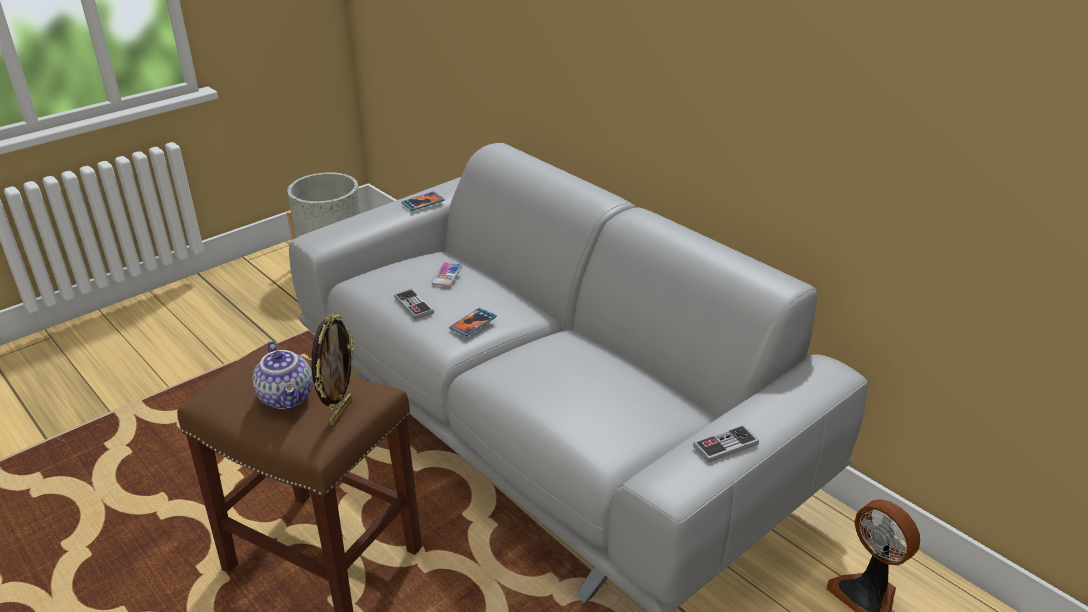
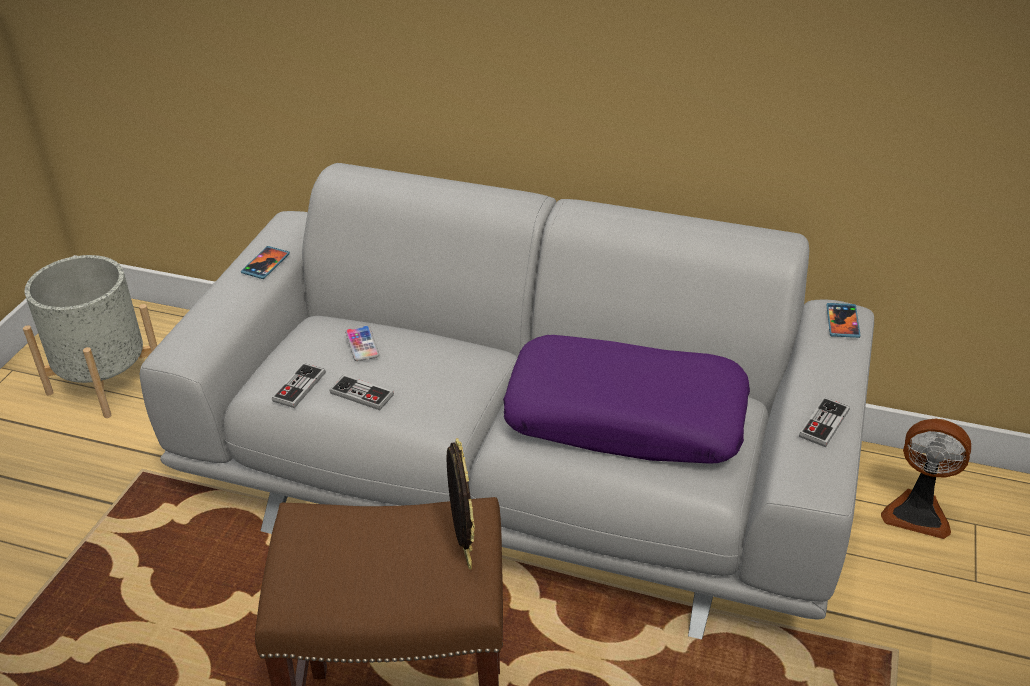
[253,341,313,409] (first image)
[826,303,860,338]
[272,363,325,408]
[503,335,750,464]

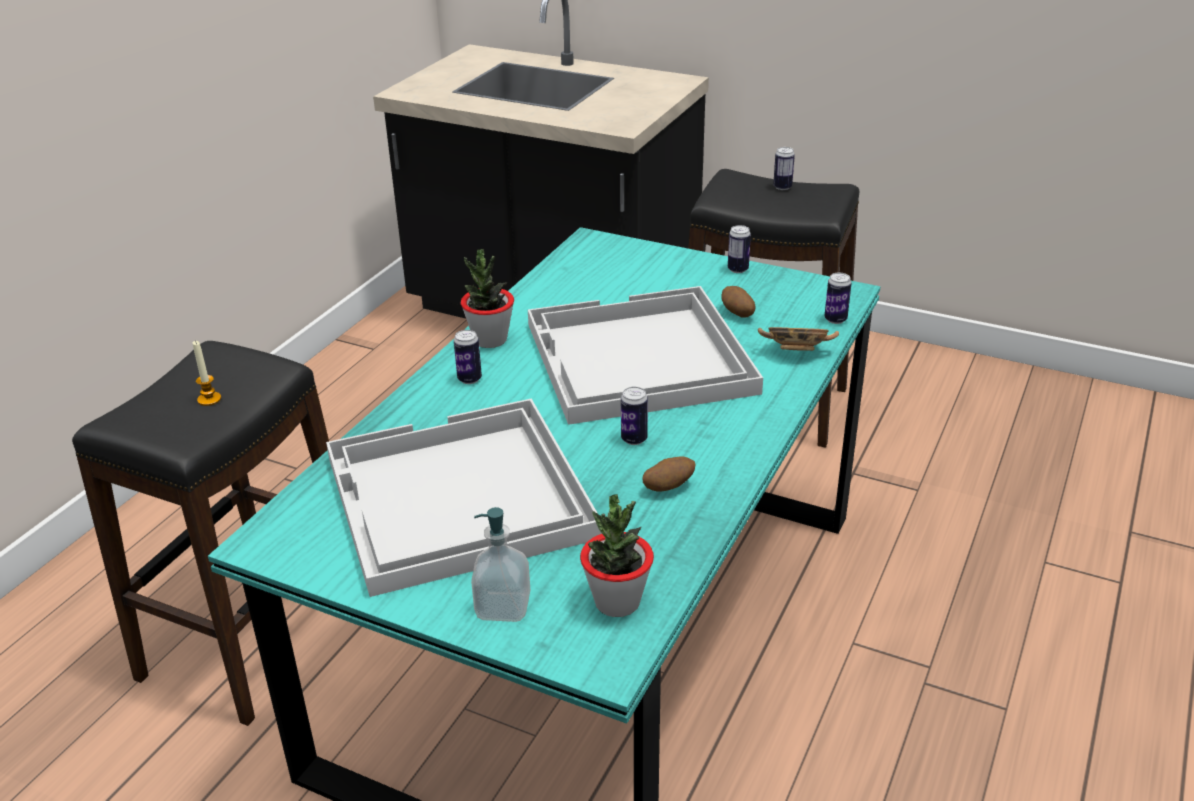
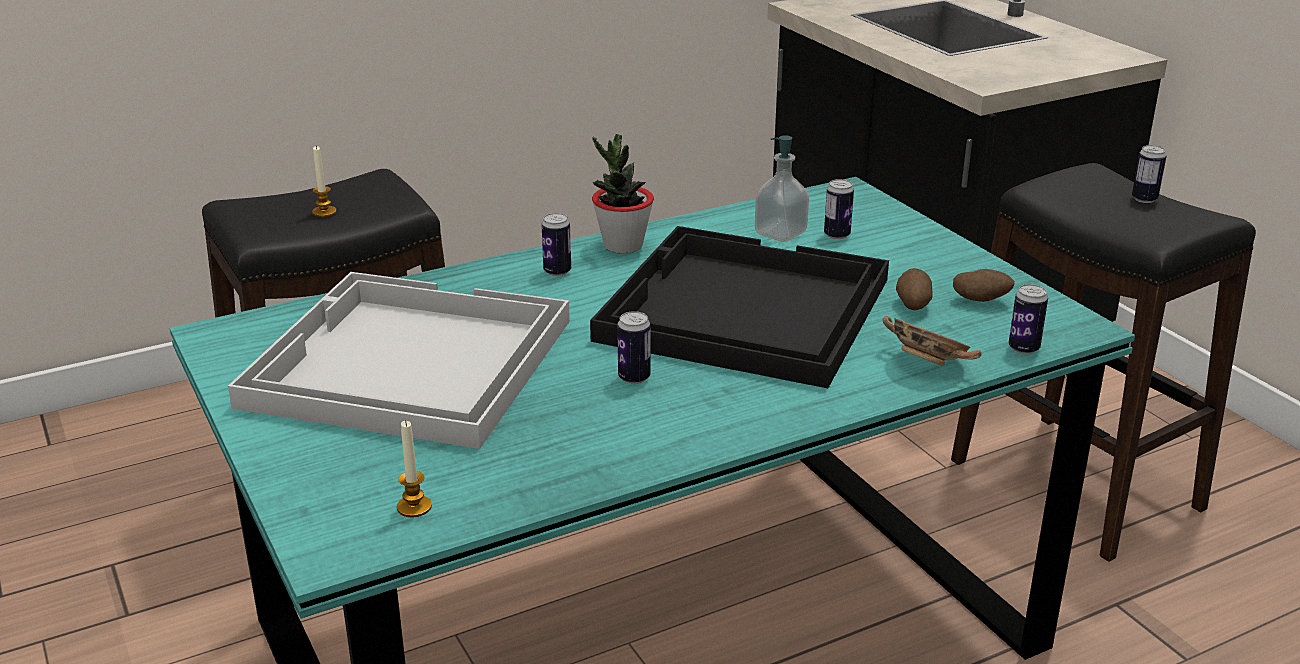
[755,135,809,242]
[590,226,889,388]
[397,420,432,517]
[953,269,1015,302]
[824,179,854,240]

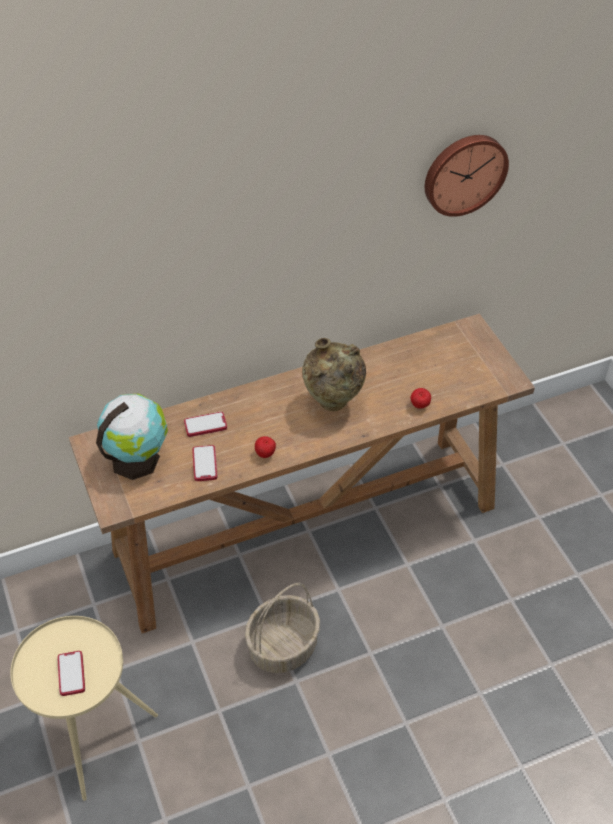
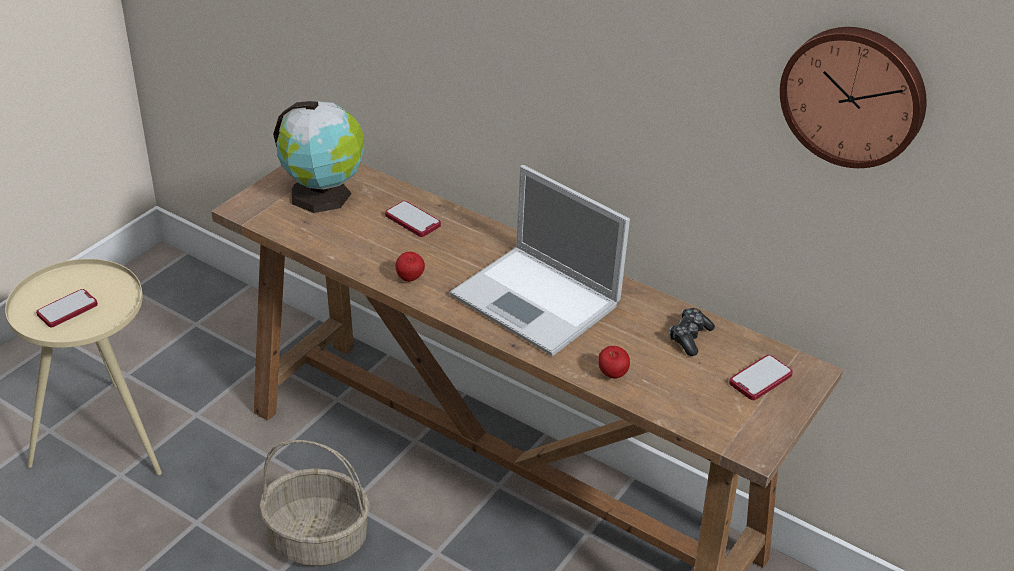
[729,355,793,400]
[450,165,630,356]
[669,308,715,356]

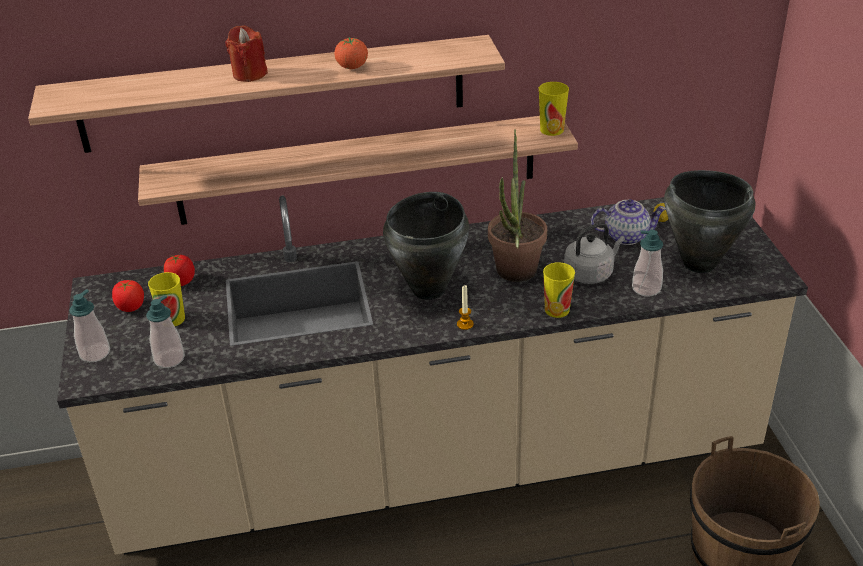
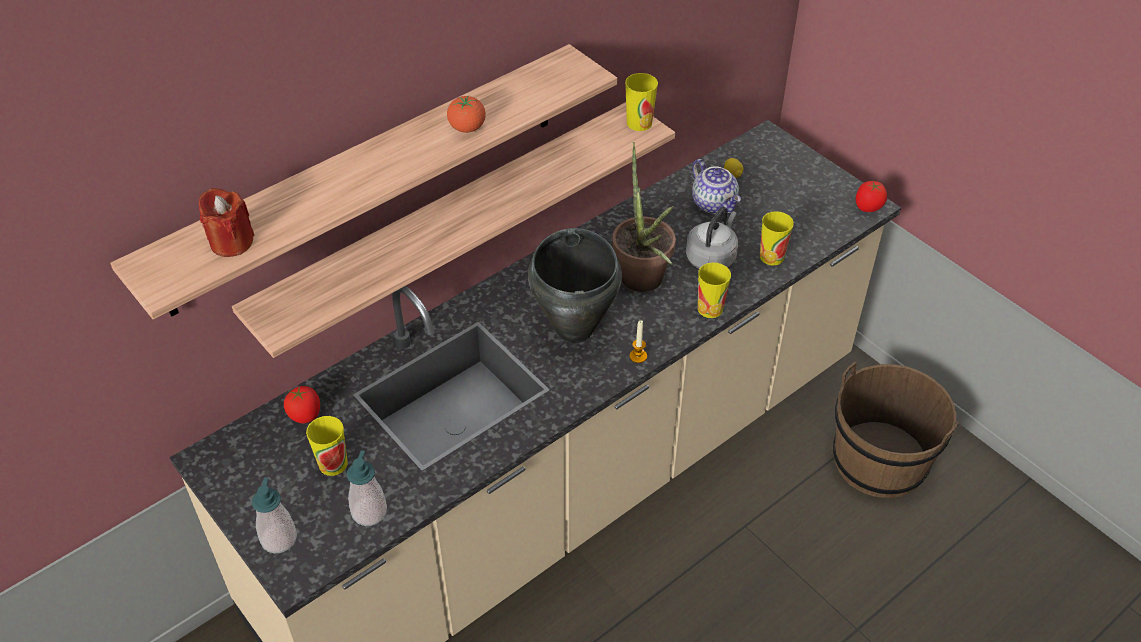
[856,180,887,212]
[199,188,254,257]
[692,159,741,214]
[760,211,794,266]
[664,170,755,273] (first image)

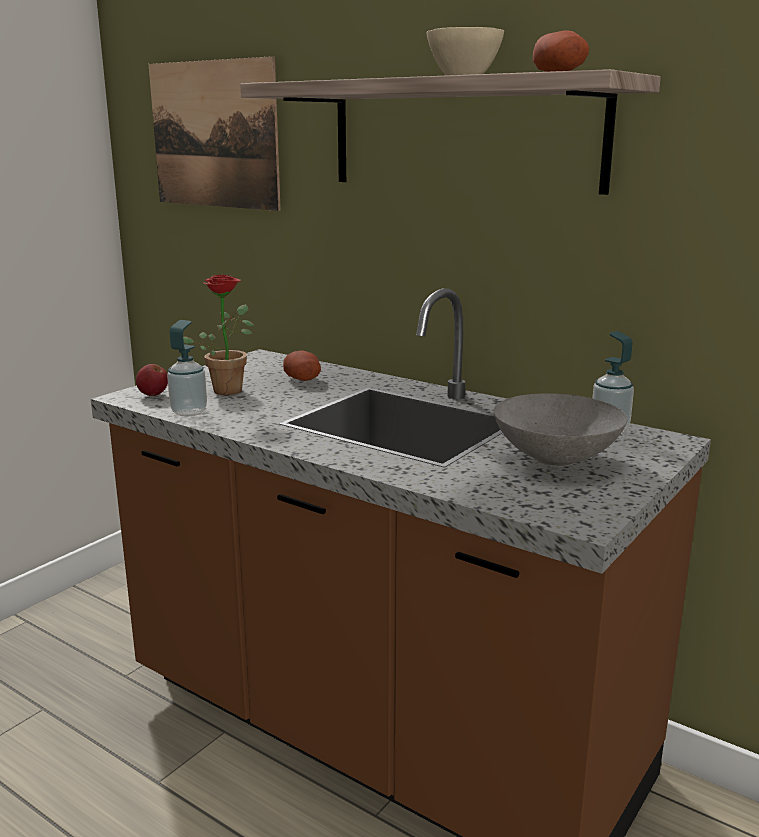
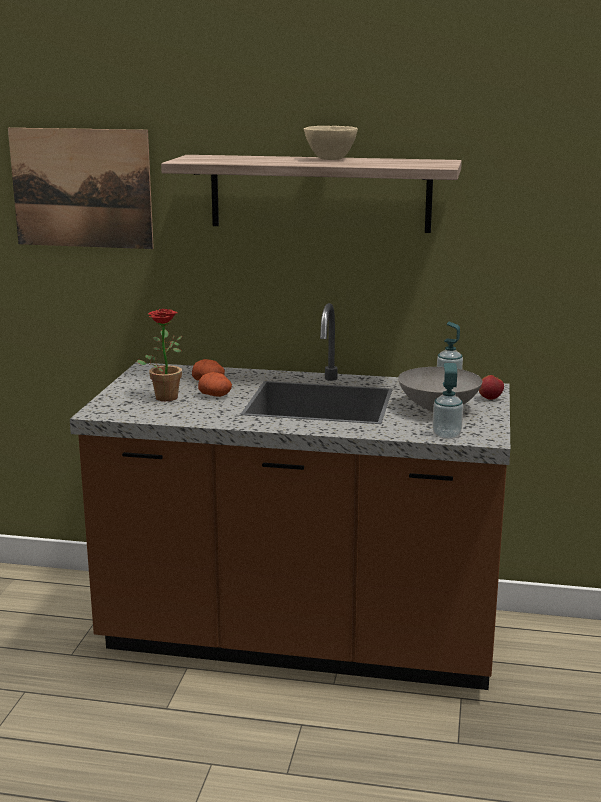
[479,375,504,400]
[432,363,463,439]
[198,372,232,397]

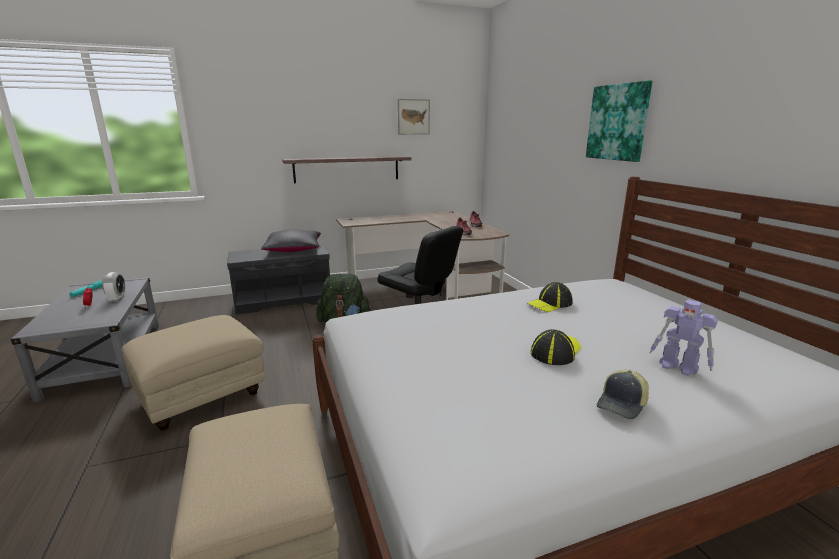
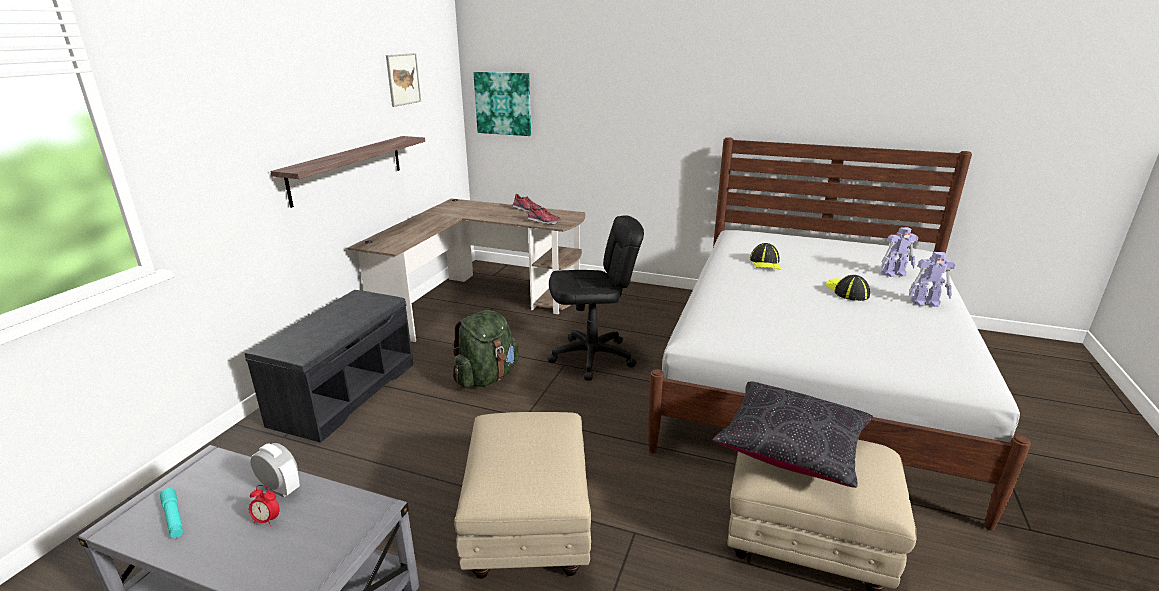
[713,382,873,488]
[473,72,531,136]
[908,252,955,307]

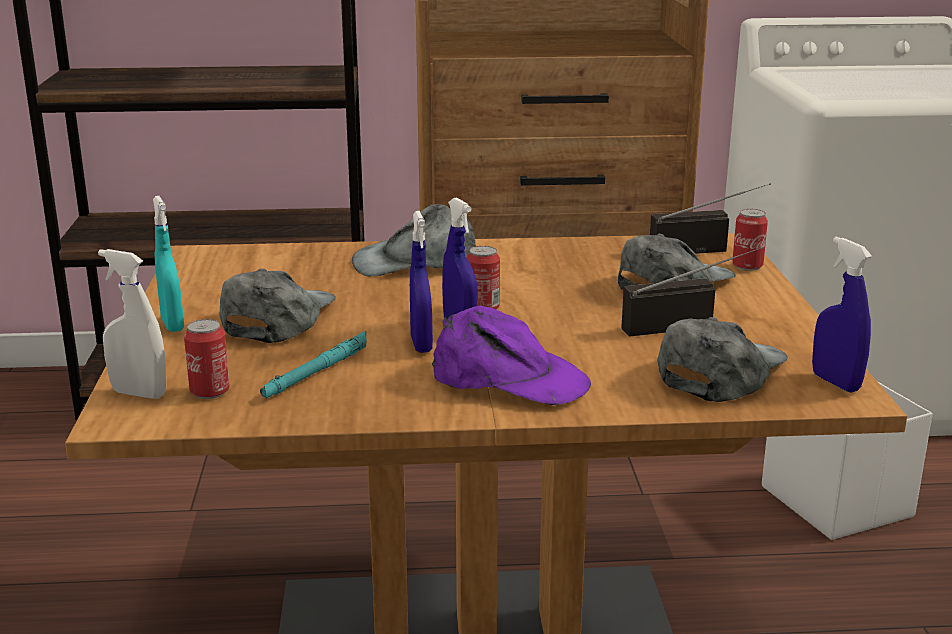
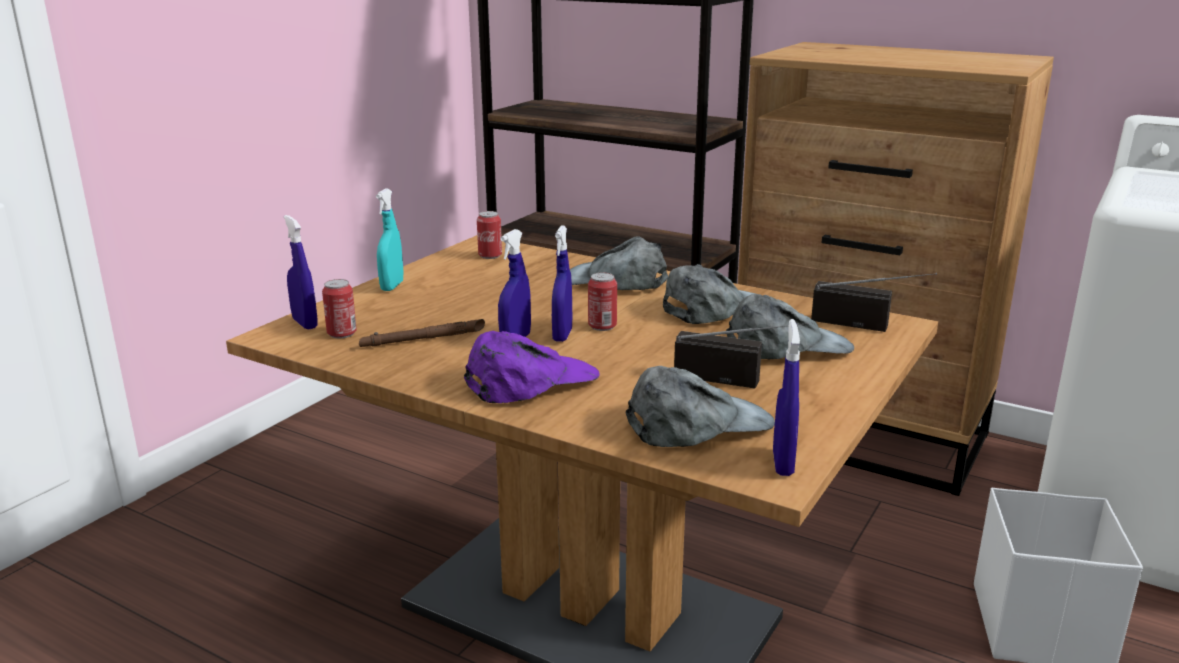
[284,215,318,329]
[663,264,755,324]
[359,319,485,347]
[464,331,600,403]
[477,211,502,259]

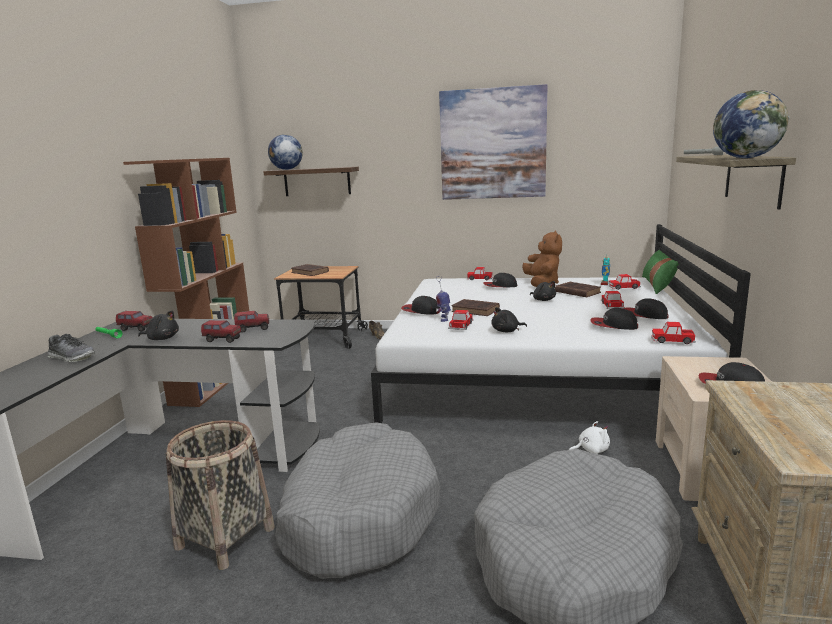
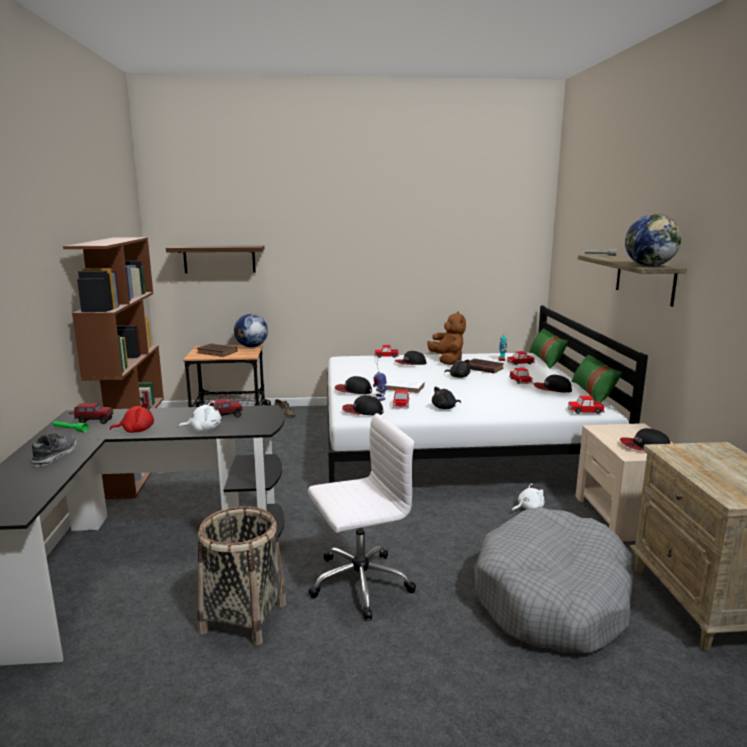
[31,433,76,467]
[110,402,154,433]
[178,401,221,431]
[234,314,268,347]
[308,413,416,620]
[439,84,548,200] (first image)
[386,378,425,394]
[342,395,384,415]
[571,354,622,403]

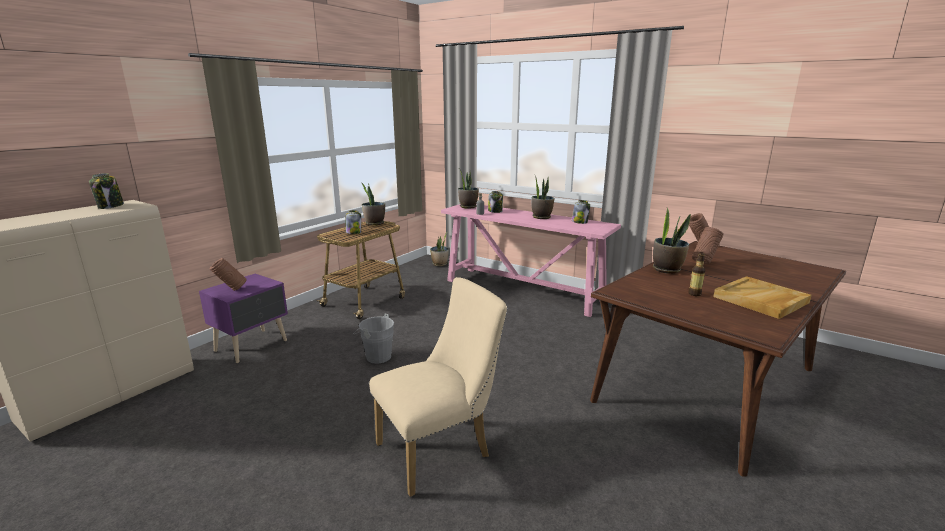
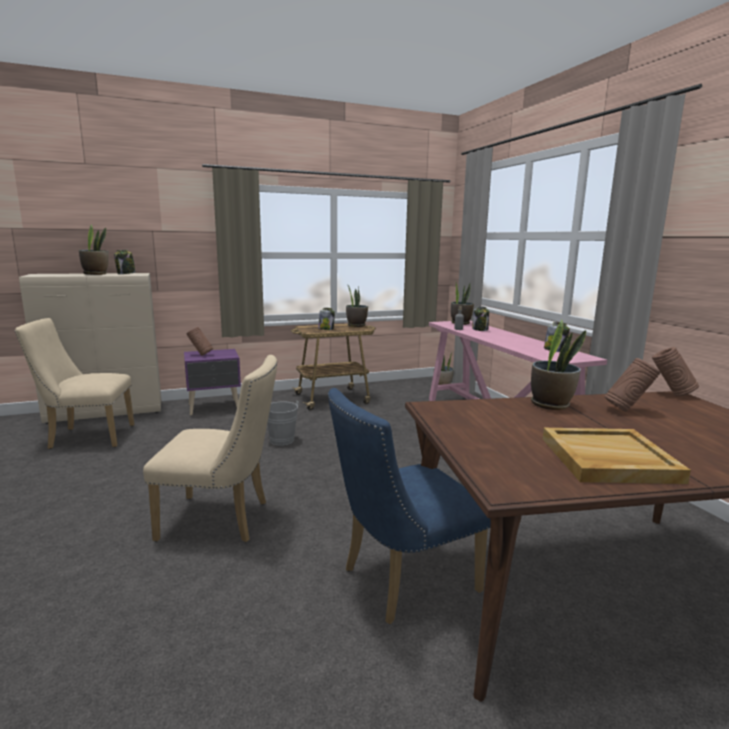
[79,224,109,275]
[688,252,705,296] (first image)
[15,318,134,449]
[328,388,491,624]

